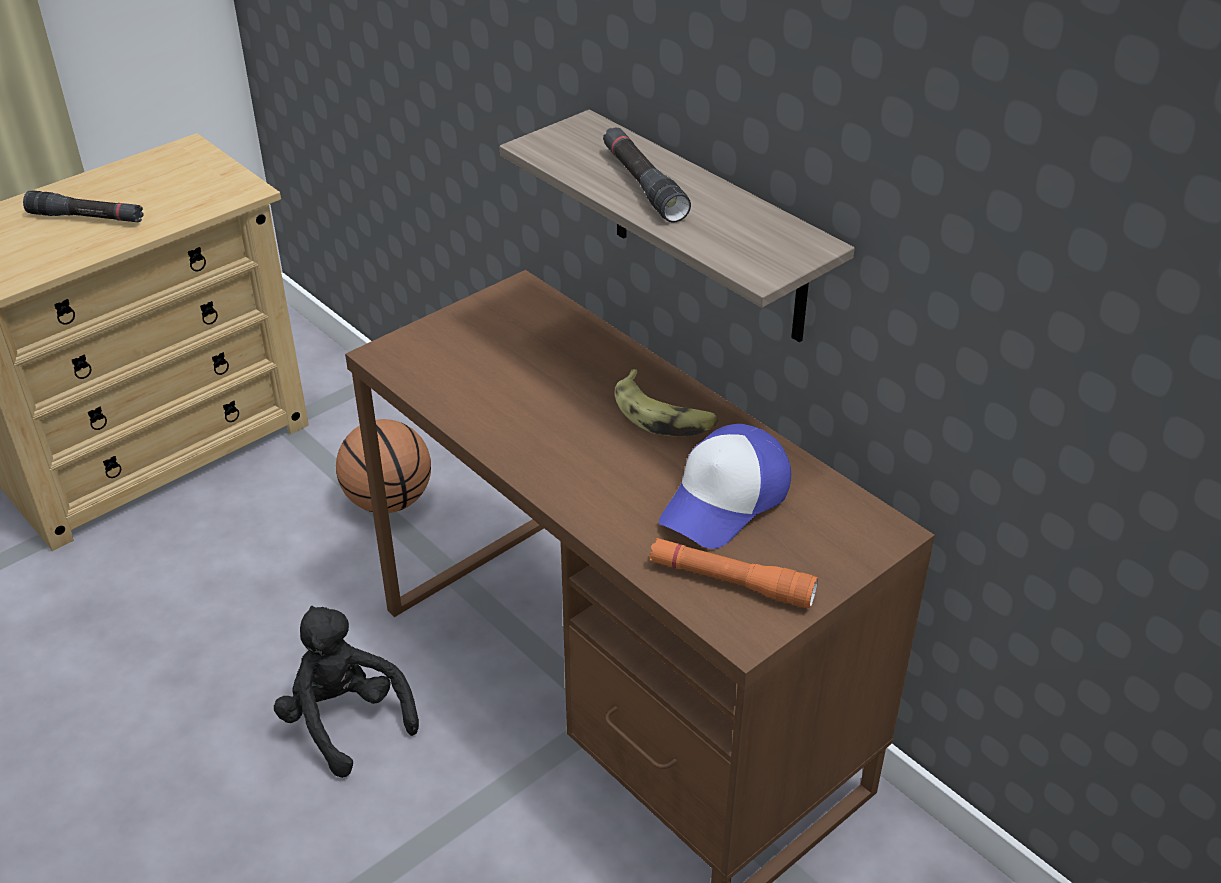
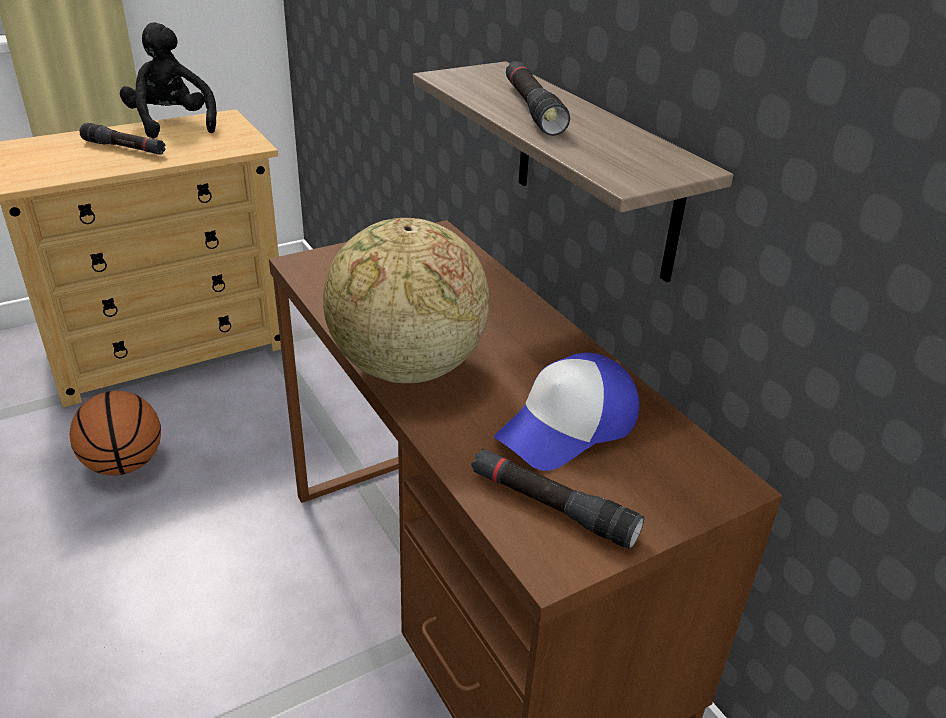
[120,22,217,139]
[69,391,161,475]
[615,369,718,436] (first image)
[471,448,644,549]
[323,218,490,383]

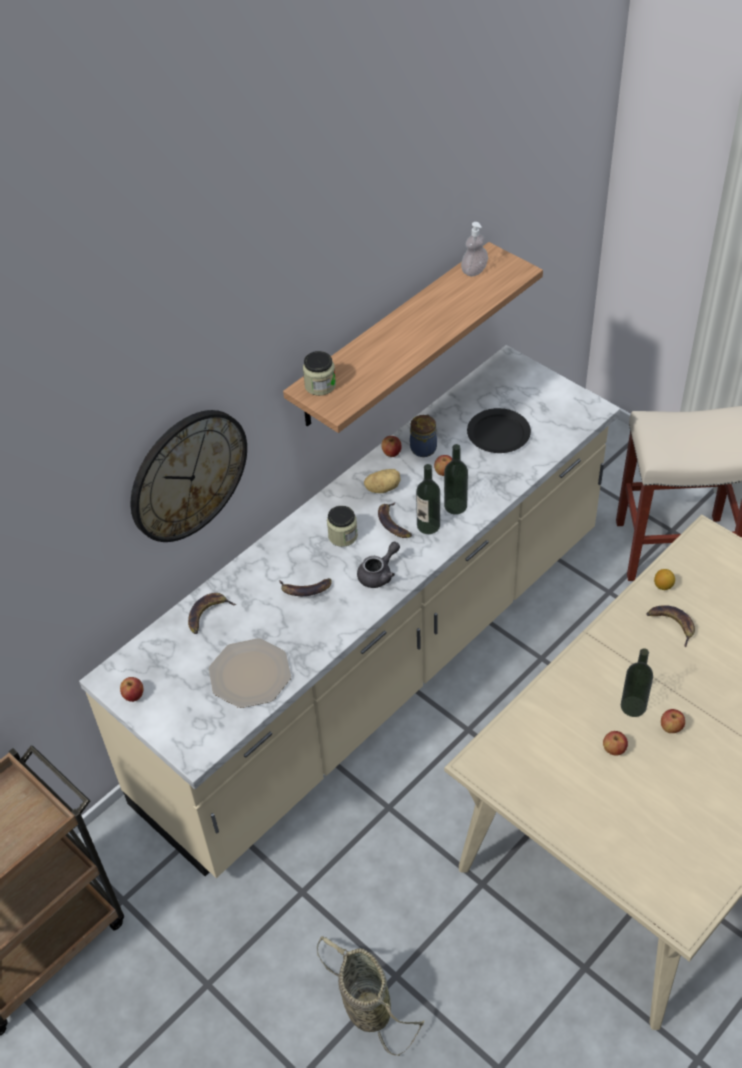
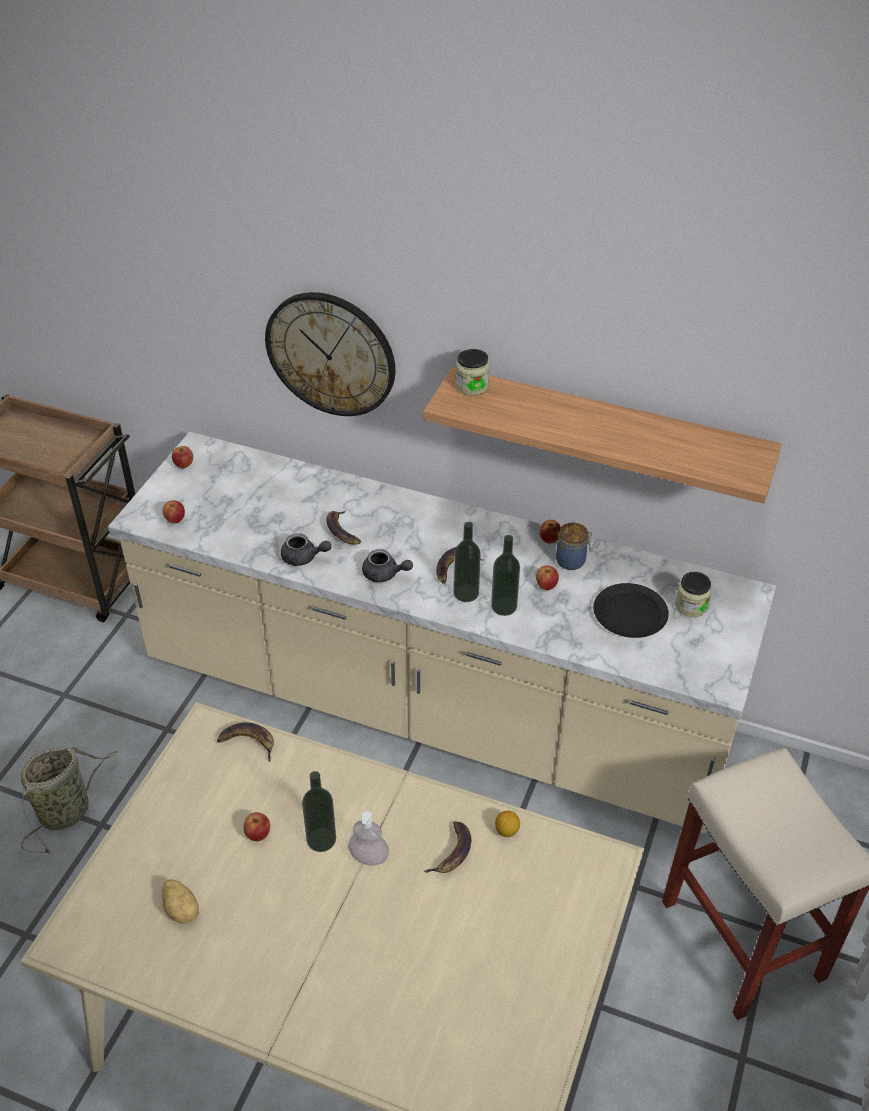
[217,722,274,762]
[209,638,291,708] (first image)
[675,572,712,617]
[162,879,199,924]
[348,811,389,866]
[163,500,185,524]
[281,533,331,566]

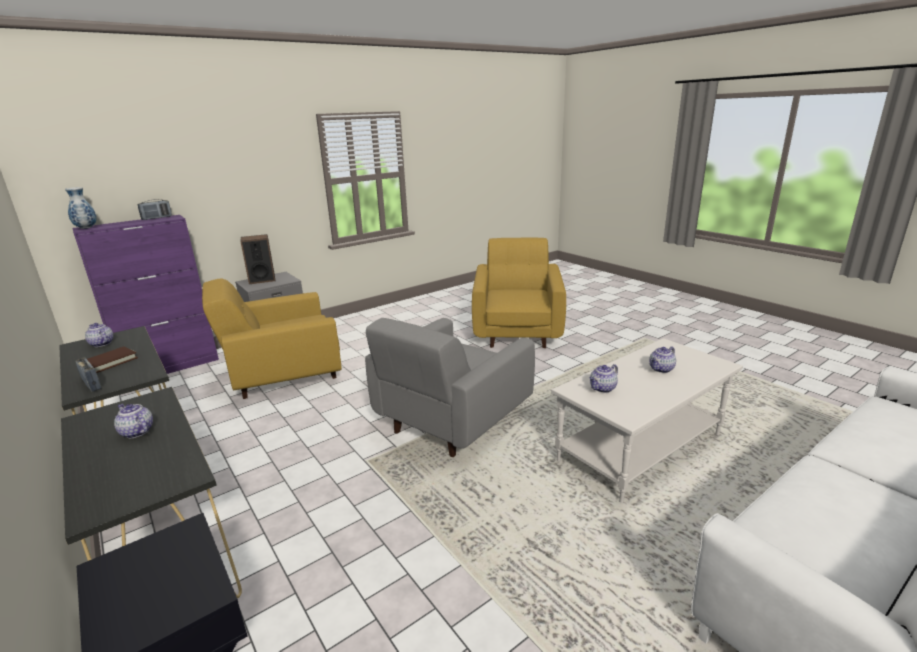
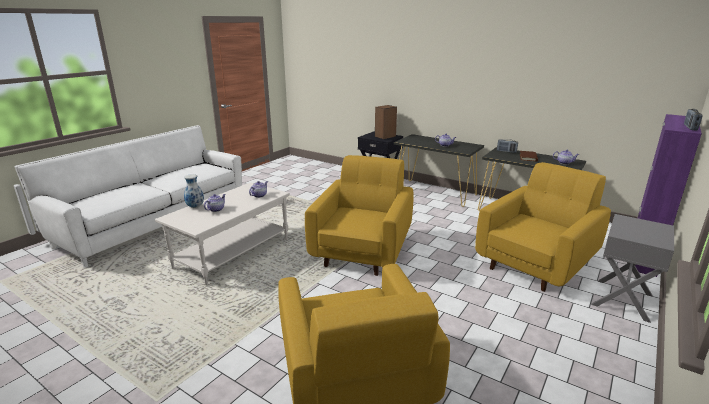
[184,174,204,208]
[375,105,397,139]
[305,155,413,276]

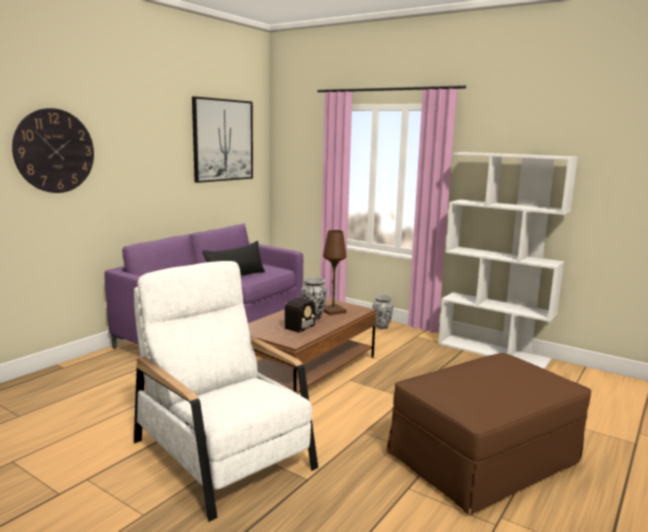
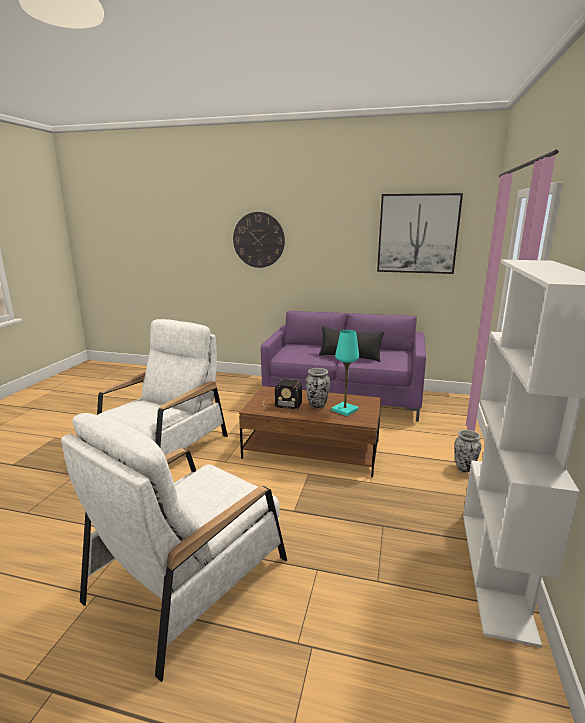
[331,330,359,416]
[61,413,287,682]

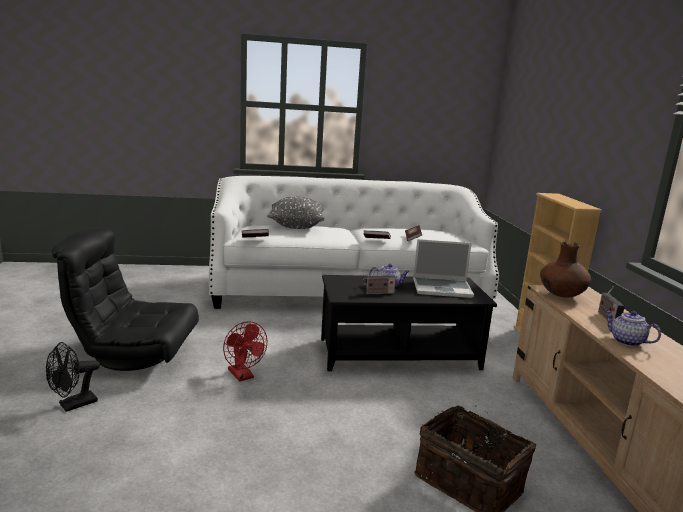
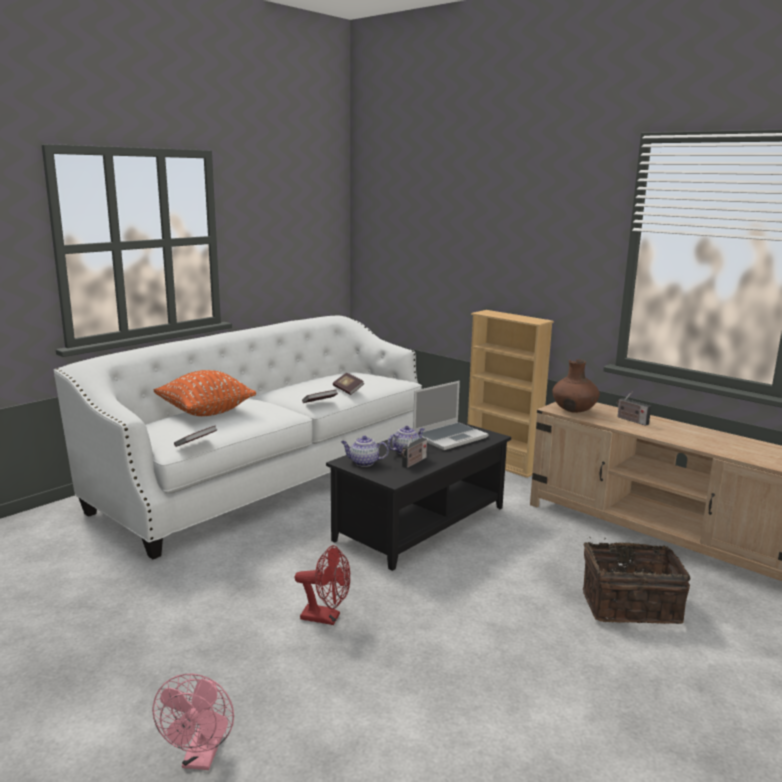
[152,673,234,770]
[52,227,199,371] (first image)
[154,370,256,416]
[341,436,389,467]

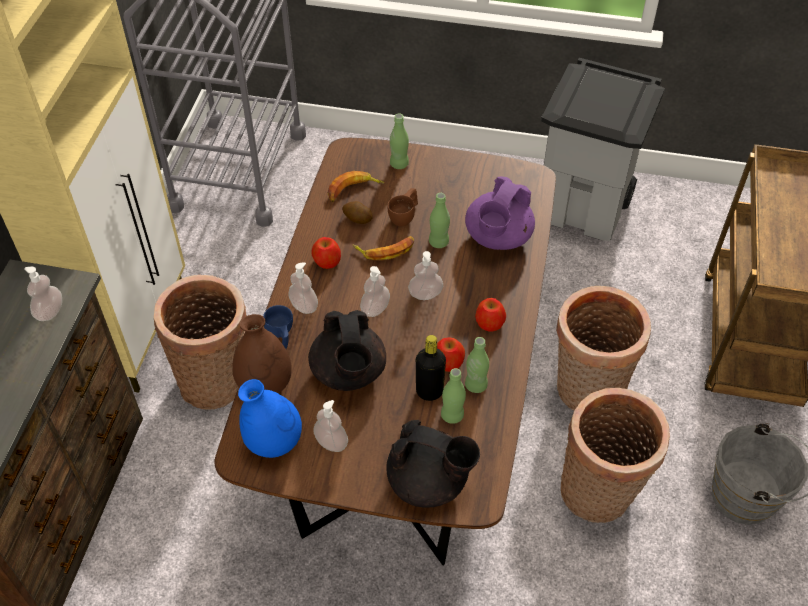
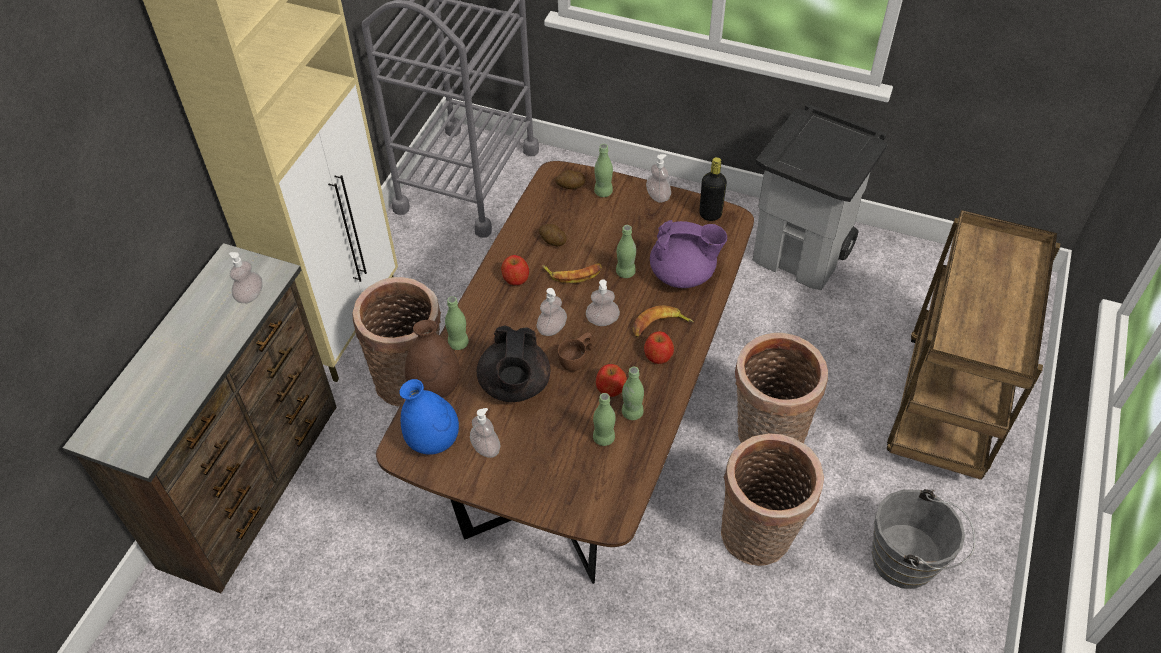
[445,296,469,350]
[646,154,671,203]
[633,305,694,337]
[386,420,480,508] (first image)
[558,332,593,372]
[699,157,727,221]
[650,220,727,288]
[555,170,585,189]

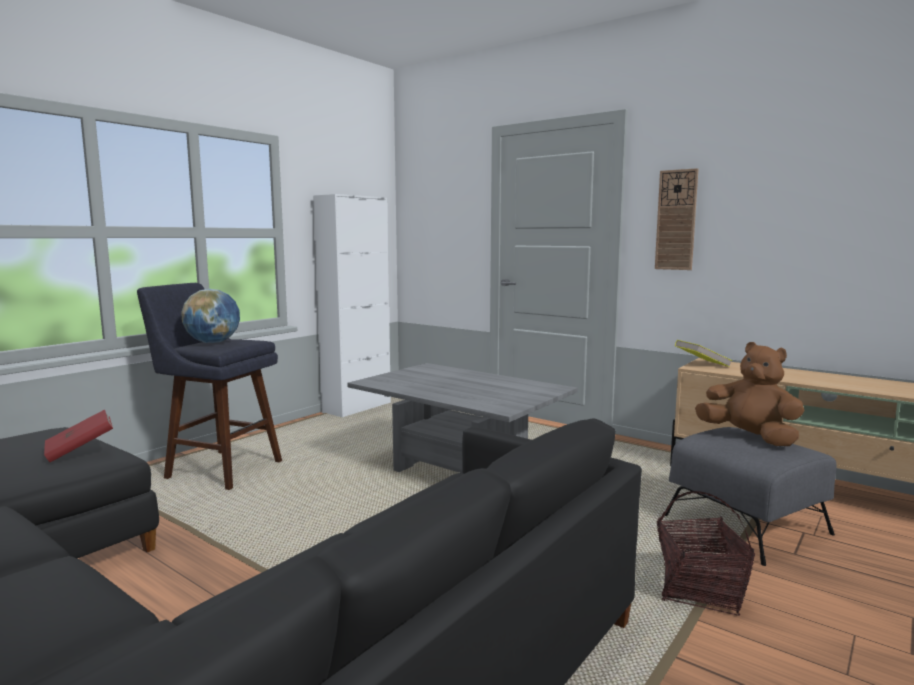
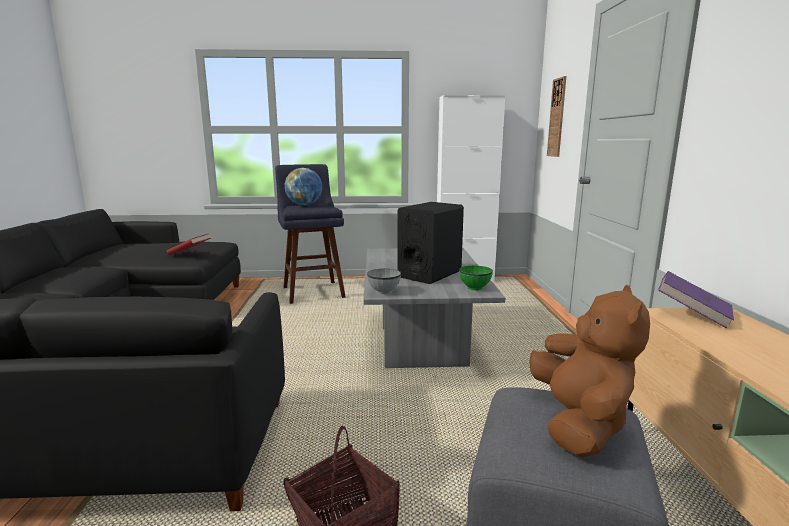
[547,76,566,157]
[658,271,734,328]
[367,269,401,294]
[397,202,464,284]
[459,265,493,290]

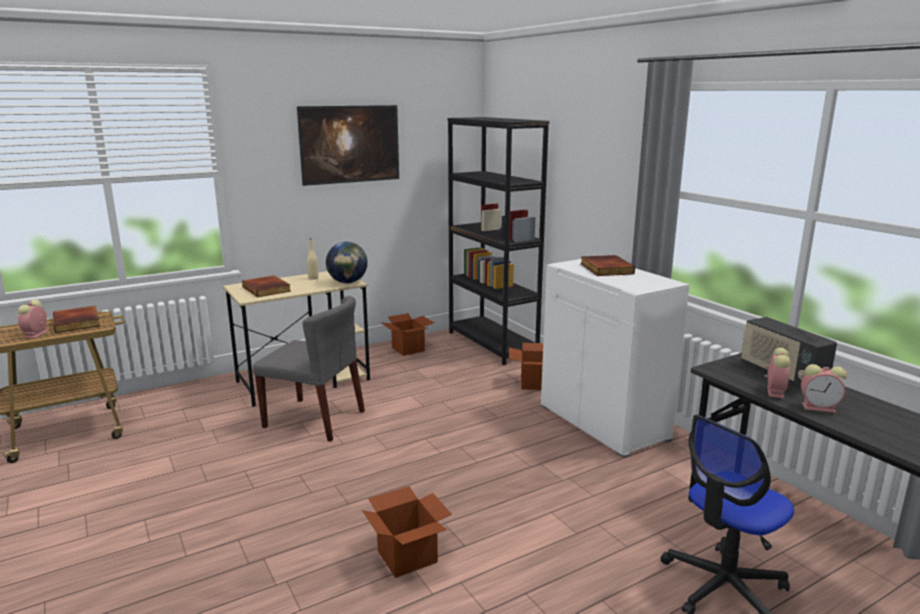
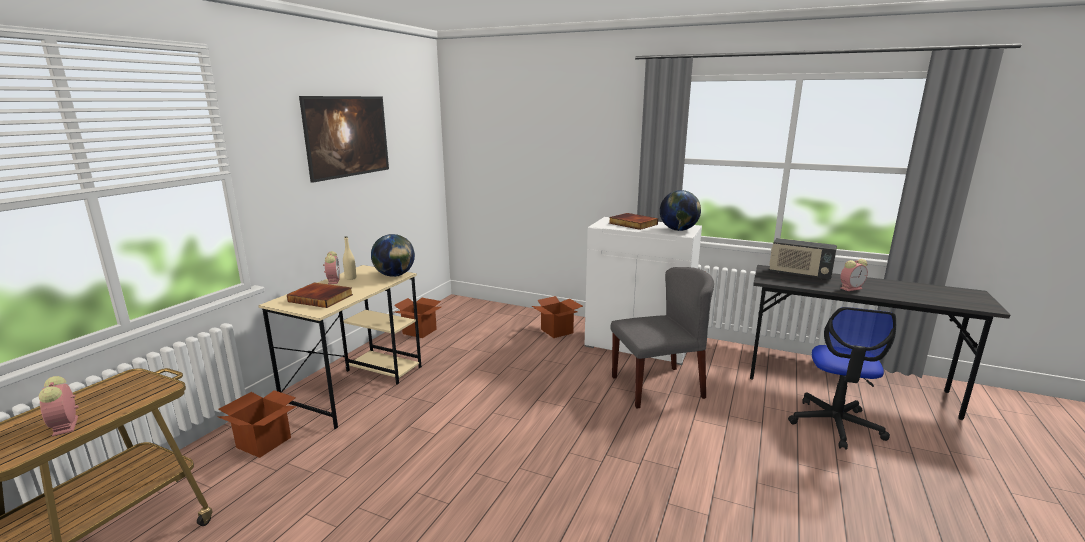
[53,306,100,333] (first image)
[610,267,714,409]
[217,390,297,458]
[448,117,549,365] (first image)
[323,251,340,284]
[660,190,701,231]

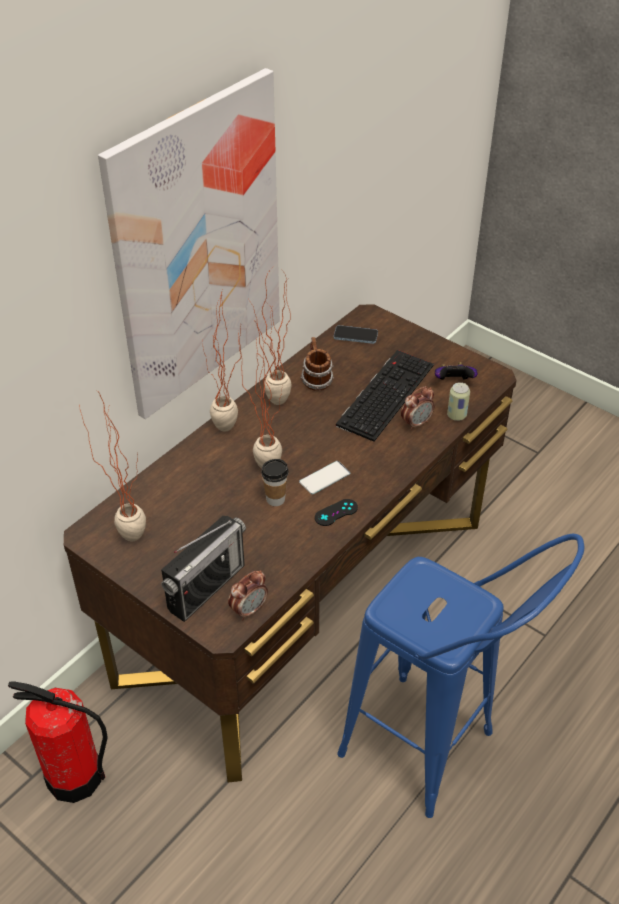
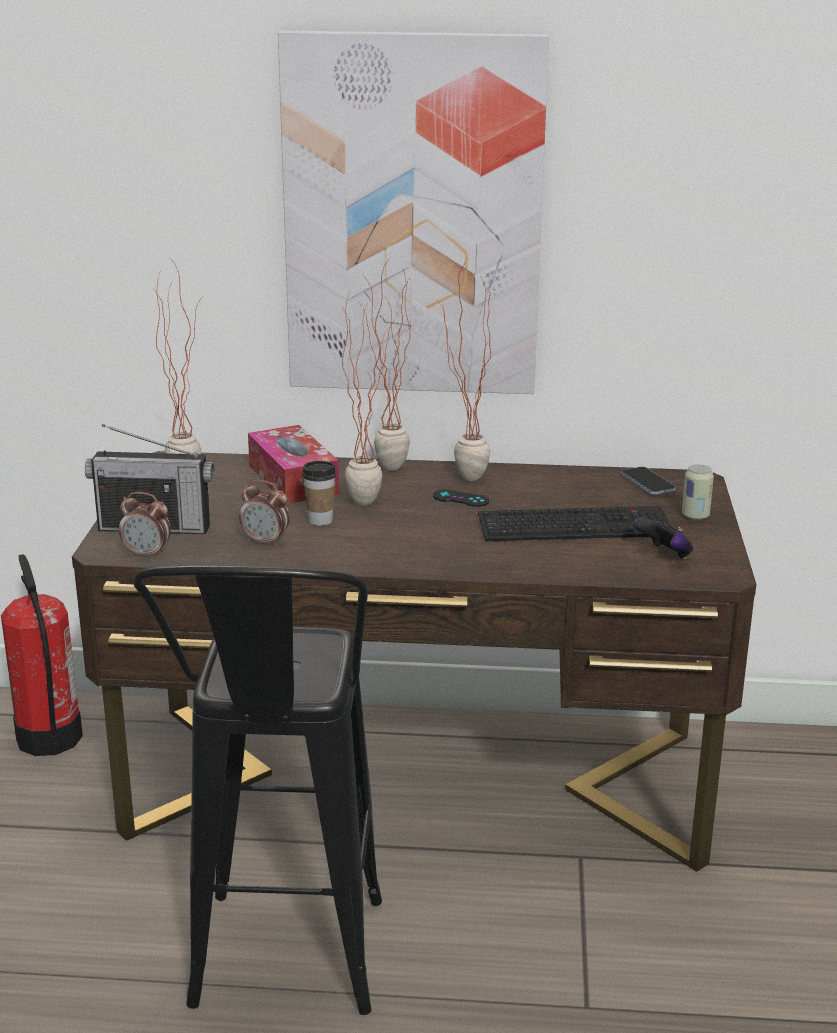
[299,461,351,495] (first image)
[301,337,334,391] (first image)
[433,490,489,507]
[133,566,382,1015]
[239,480,290,547]
[682,465,714,520]
[248,425,339,504]

